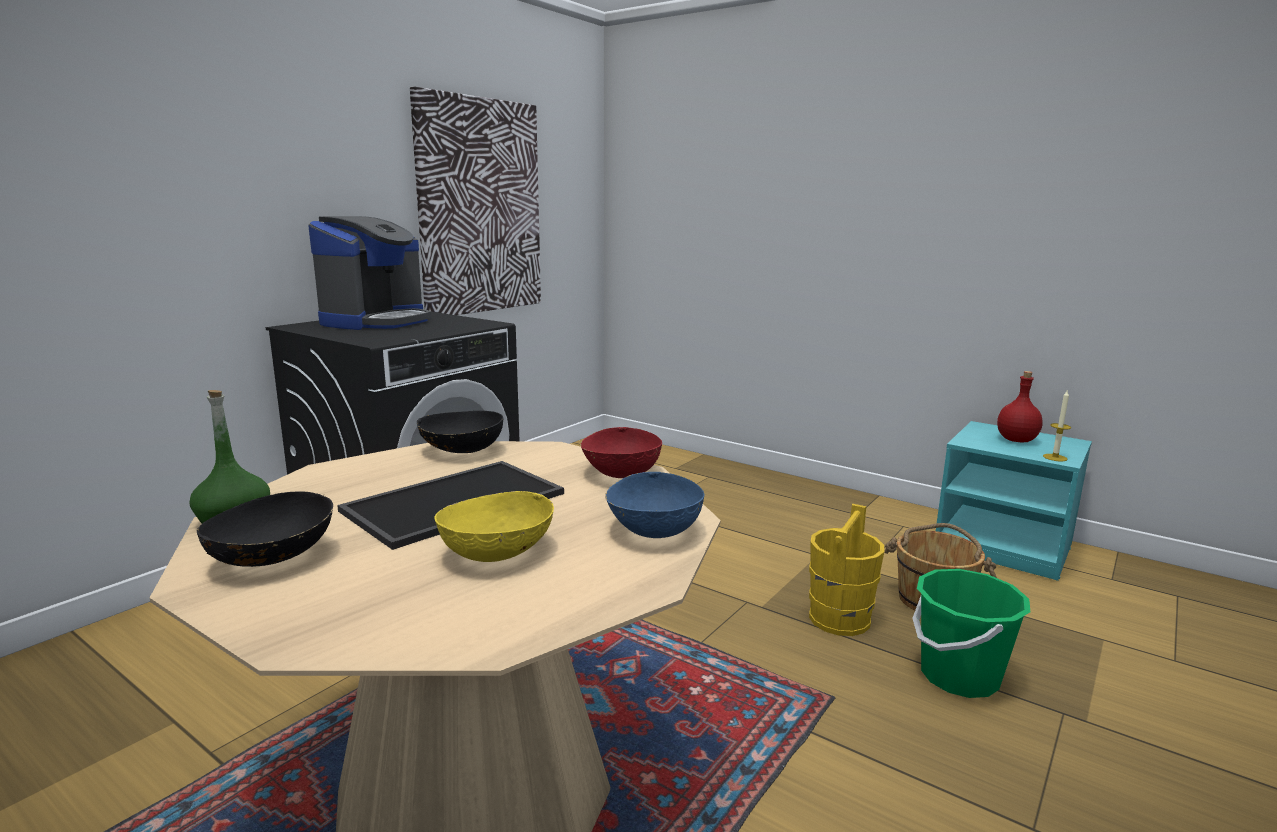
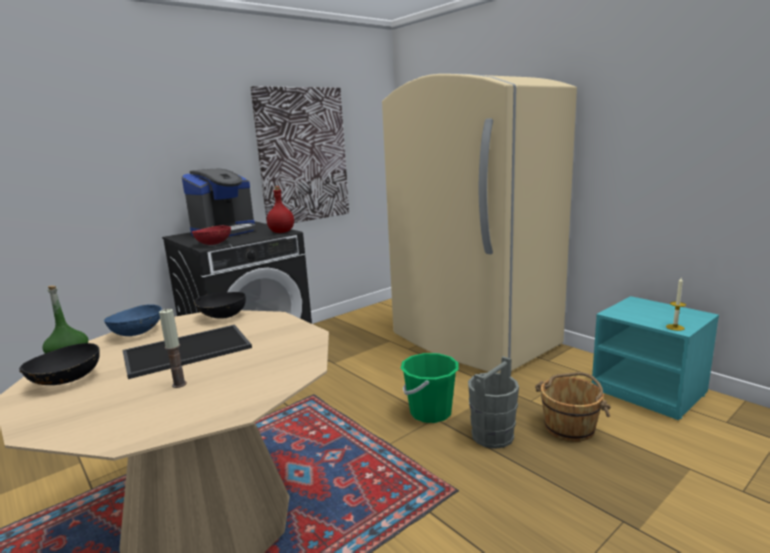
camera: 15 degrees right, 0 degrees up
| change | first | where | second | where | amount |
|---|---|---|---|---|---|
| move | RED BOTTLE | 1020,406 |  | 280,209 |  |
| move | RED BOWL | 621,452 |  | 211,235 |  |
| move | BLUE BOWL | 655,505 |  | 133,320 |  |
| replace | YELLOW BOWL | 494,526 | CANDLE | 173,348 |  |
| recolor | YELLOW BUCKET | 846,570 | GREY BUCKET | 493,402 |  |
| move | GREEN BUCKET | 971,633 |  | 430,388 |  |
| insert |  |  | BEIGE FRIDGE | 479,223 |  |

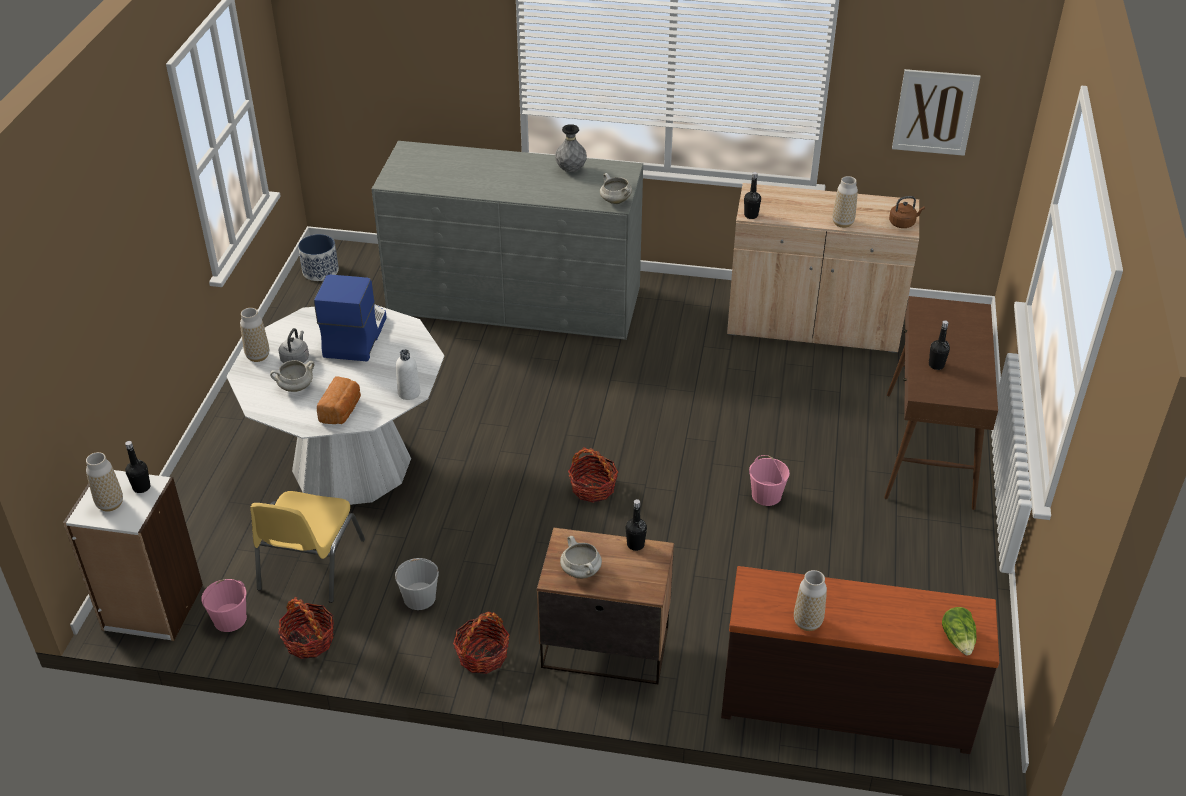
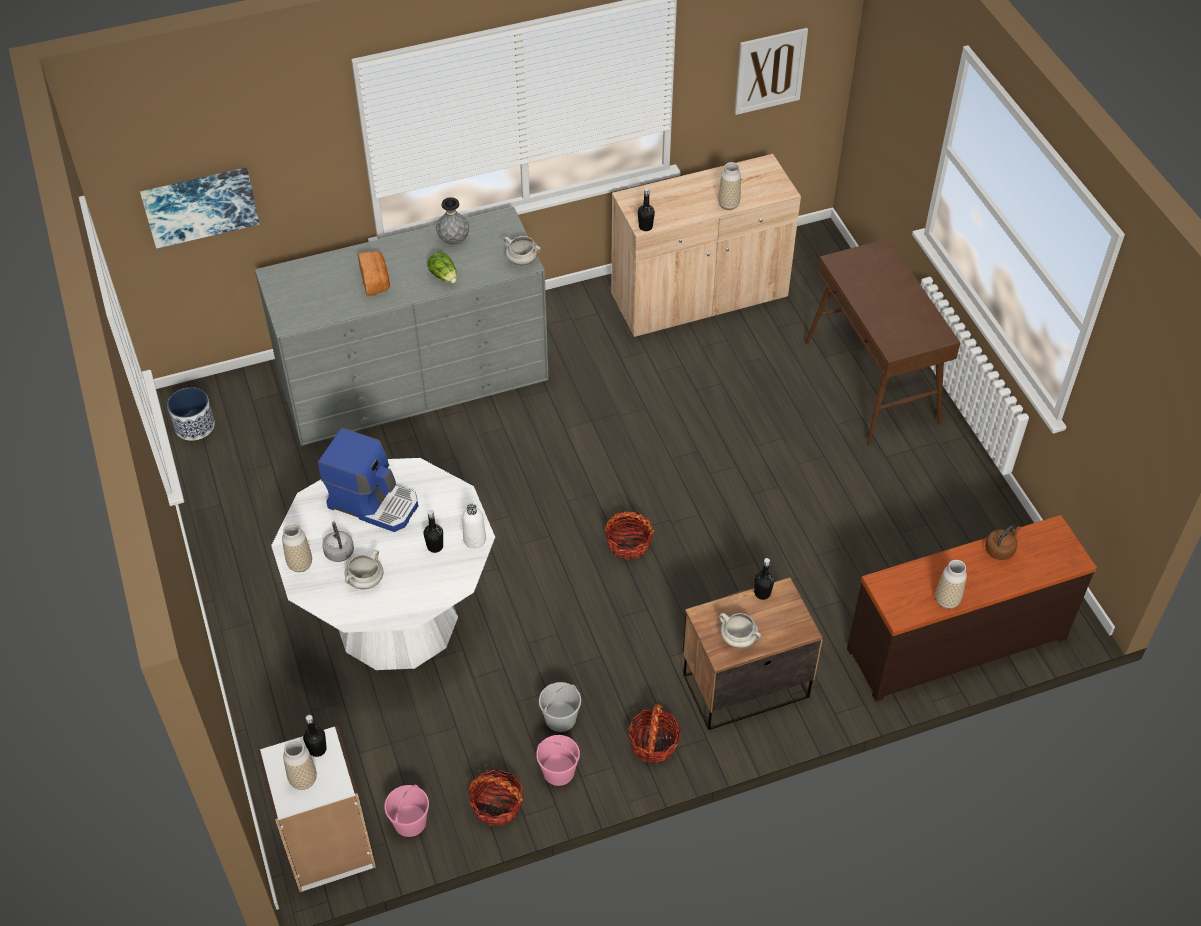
camera: 30 degrees left, 10 degrees up
| change | first | where | second | where | amount |
|---|---|---|---|---|---|
| move | BROWN KETTLE | 907,212 |  | 1002,542 |  |
| rotate | COFFEE MACHINE | 350,318 |  | 368,480 | 135 degrees clockwise |
| move | BLACK BOTTLE | 939,345 |  | 433,531 |  |
| move | BREAD | 339,400 |  | 374,273 |  |
| move | PINK BUCKET | 769,480 |  | 558,760 |  |
| delete | YELLOW CHAIR | 307,547 |  |  |  |
| move | LETTUCE | 959,631 |  | 442,267 |  |
| insert |  |  | PICTURE | 199,207 |  |

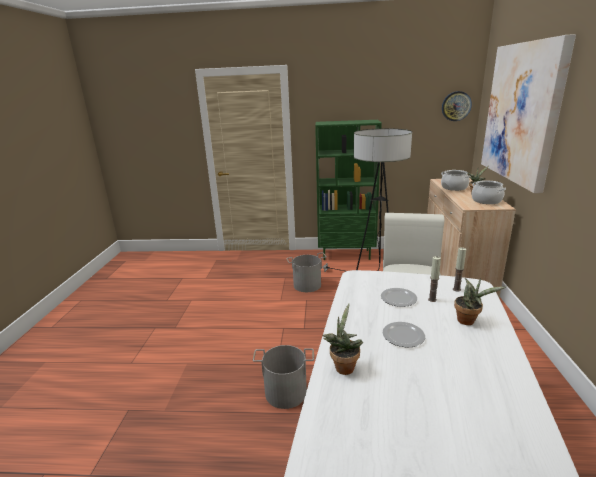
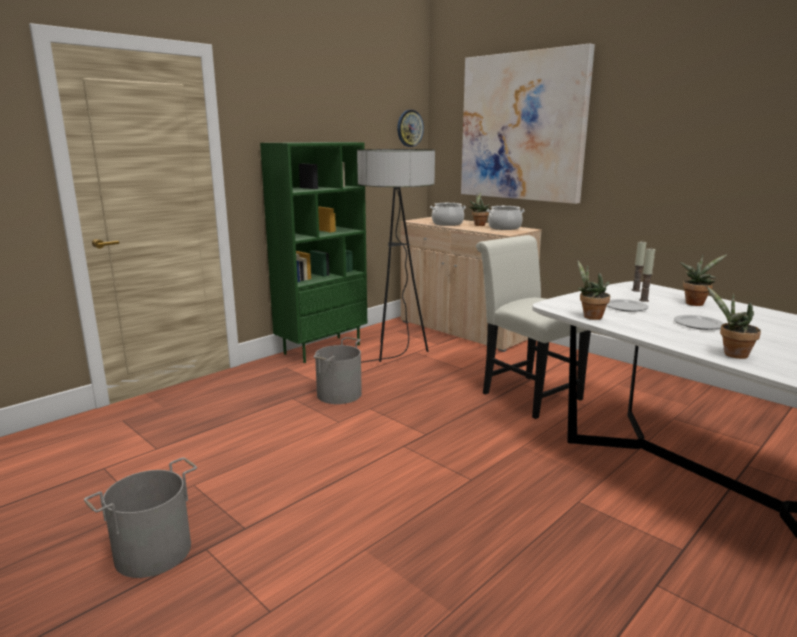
camera: 50 degrees left, 5 degrees down
| change | first | where | second | where | amount |
|---|---|---|---|---|---|
| move | GREY BUCKET | 283,377 |  | 140,517 |  |
| insert |  |  | POTTED PLANT | 593,290 |  |

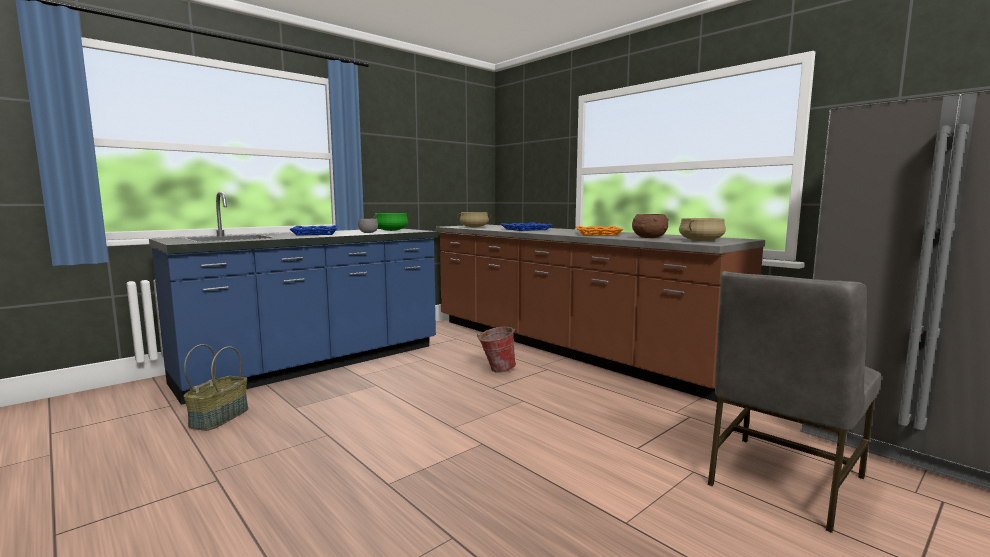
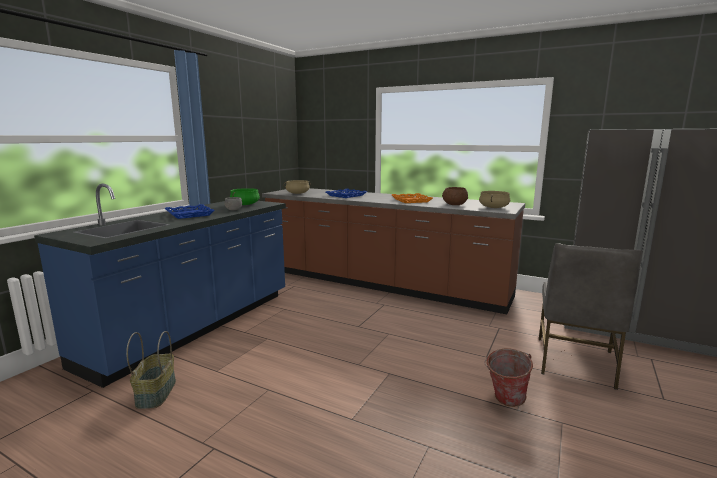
camera: 20 degrees left, 5 degrees up
| change | first | where | second | where | amount |
|---|---|---|---|---|---|
| move | BUCKET | 496,350 |  | 509,377 |  |

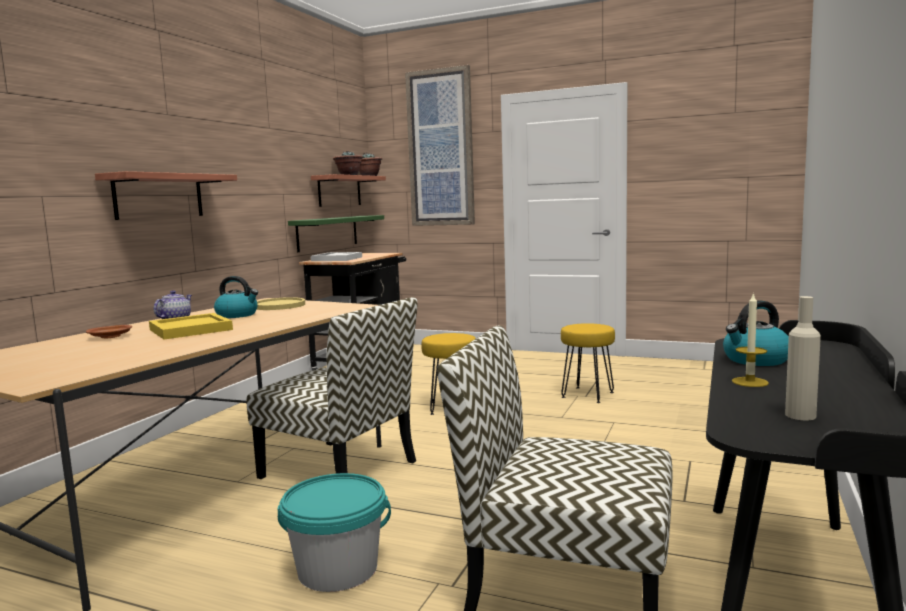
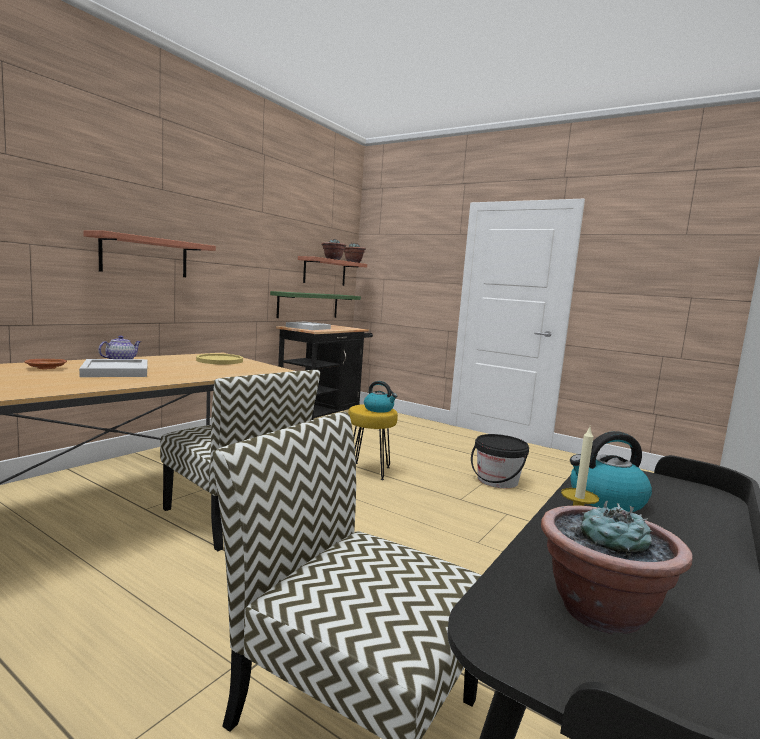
camera: 10 degrees right, 0 degrees up
| change | first | where | second | where | amount |
|---|---|---|---|---|---|
| delete | PICTURE | 440,145 |  |  |  |
| move | KETTLE | 236,297 |  | 380,397 |  |
| replace | BEIGE BOTTLE | 803,358 | POTTED PLANT | 616,567 |  |
| recolor | YELLOW TRAY | 191,326 | WHITE TRAY | 113,368 |  |
| replace | YELLOW STOOL | 588,363 | BLACK BUCKET | 500,461 |  |
| delete | TURQUOISE BUCKET | 334,532 |  |  |  |

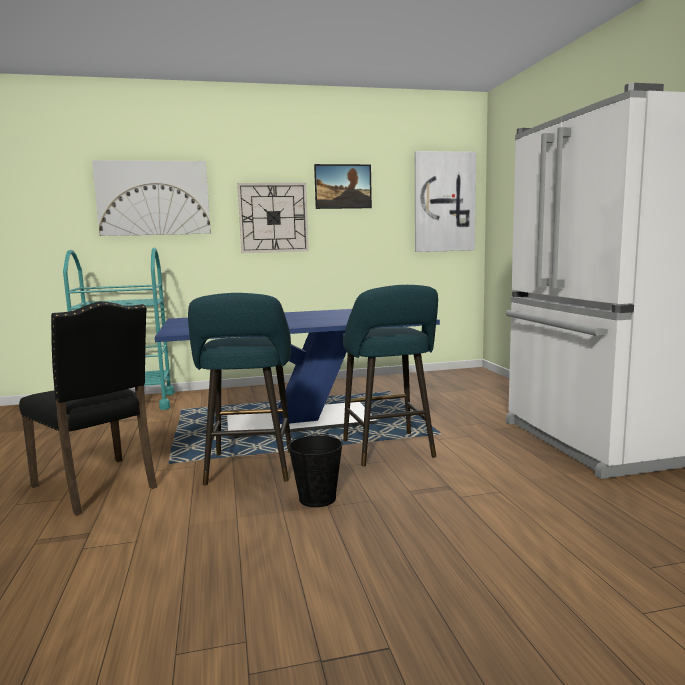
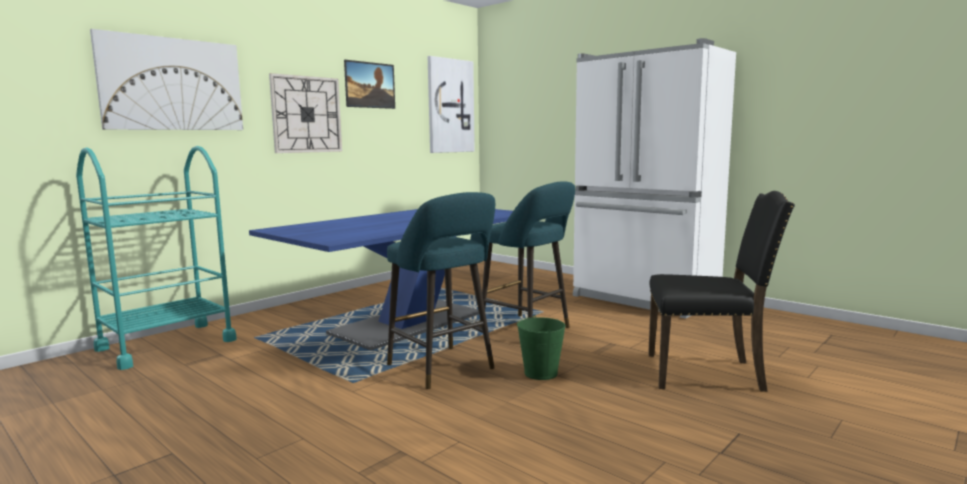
camera: 35 degrees left, 0 degrees up
| change | first | where | second | where | amount |
|---|---|---|---|---|---|
| move | BLACK CHAIR | 88,408 |  | 721,291 |  |
| recolor | BLACK BUCKET | 315,470 | GREEN BUCKET | 541,347 |  |

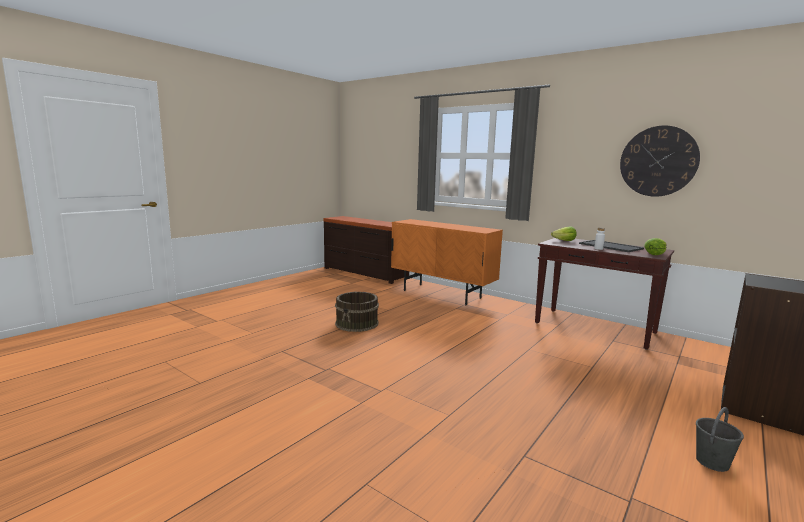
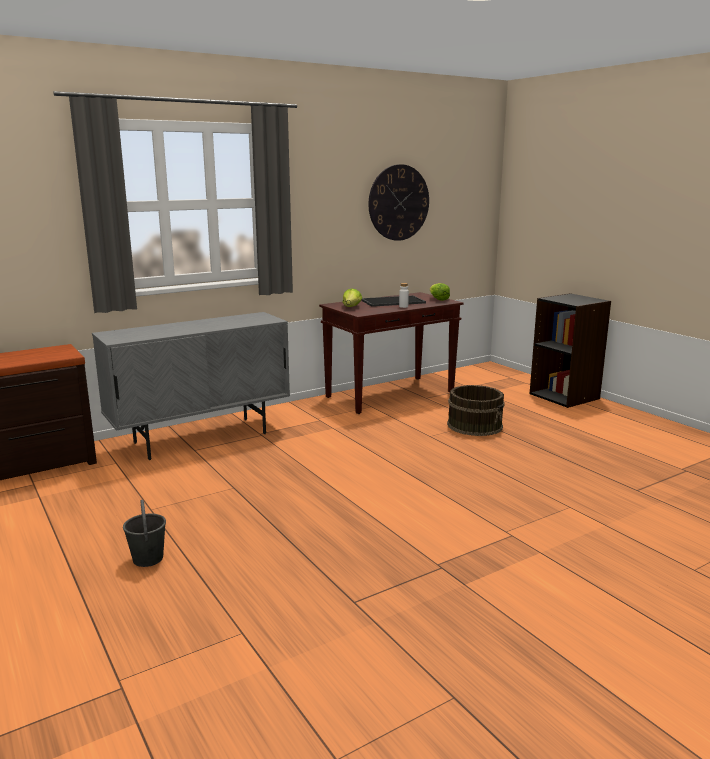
camera: 70 degrees left, 5 degrees up
| change | first | where | second | where | amount |
|---|---|---|---|---|---|
| recolor | ORANGE CABINET | 447,262 | GREY CABINET | 191,386 |  |
| move | BROWN BUCKET | 357,312 |  | 476,410 |  |
| move | GREY BUCKET | 720,439 |  | 144,533 |  |

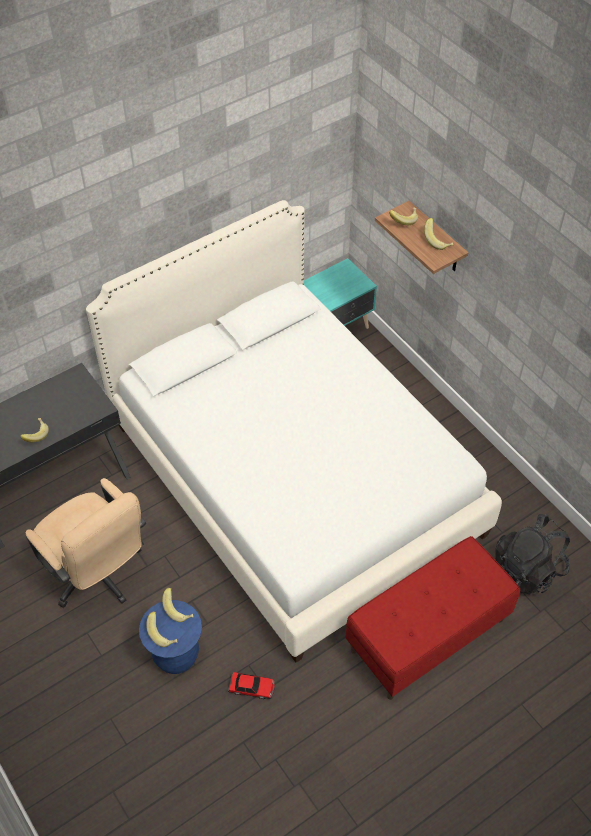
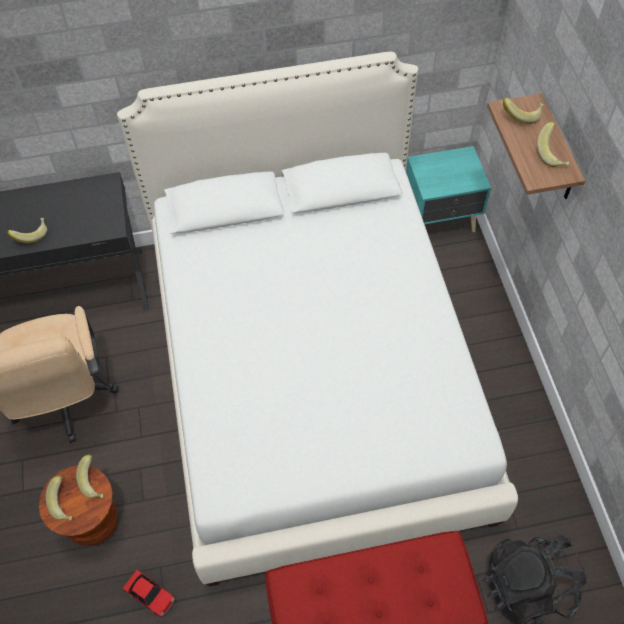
camera: 25 degrees right, 5 degrees up
| change | first | where | second | where | amount |
|---|---|---|---|---|---|
| recolor | BLUE STOOL | 170,637 | BROWN STOOL | 78,505 |  |

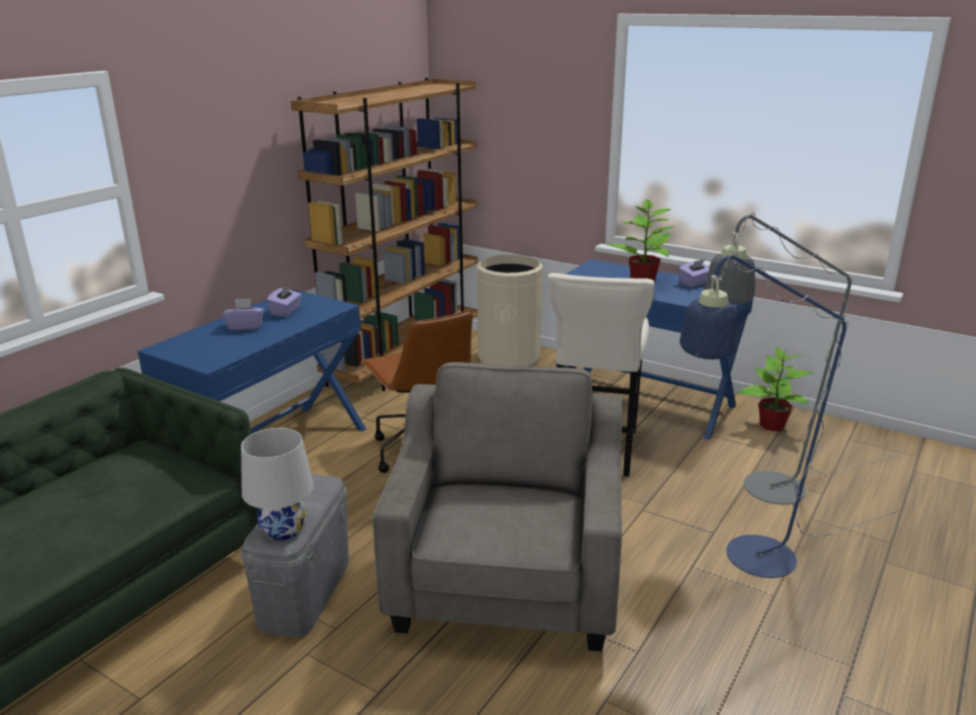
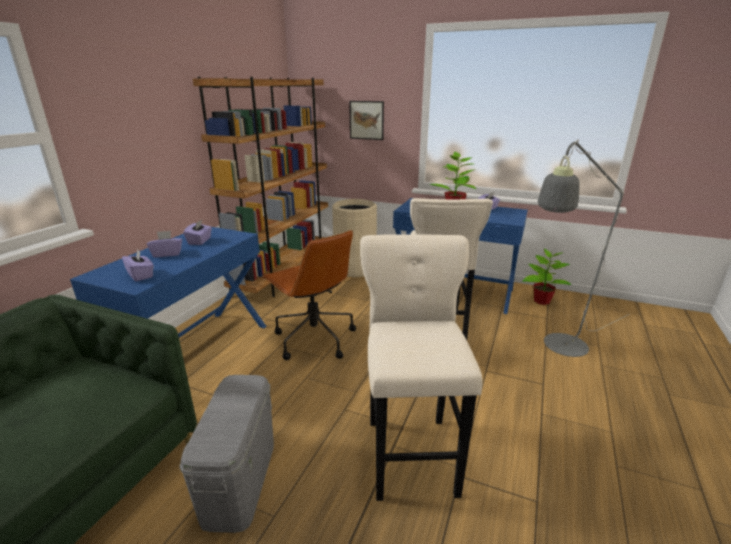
camera: 10 degrees left, 0 degrees up
| change | first | where | second | where | amount |
|---|---|---|---|---|---|
| delete | BLUE FLOOR LAMP | 789,415 |  |  |  |
| replace | GREY ARMCHAIR | 498,507 | BEIGE STOOL | 421,367 |  |
| delete | WHITE TABLE LAMP | 277,484 |  |  |  |
| insert |  |  | PICTURE | 366,120 |  |
| insert |  |  | PURPLE TISSUE BOX | 138,265 |  |

